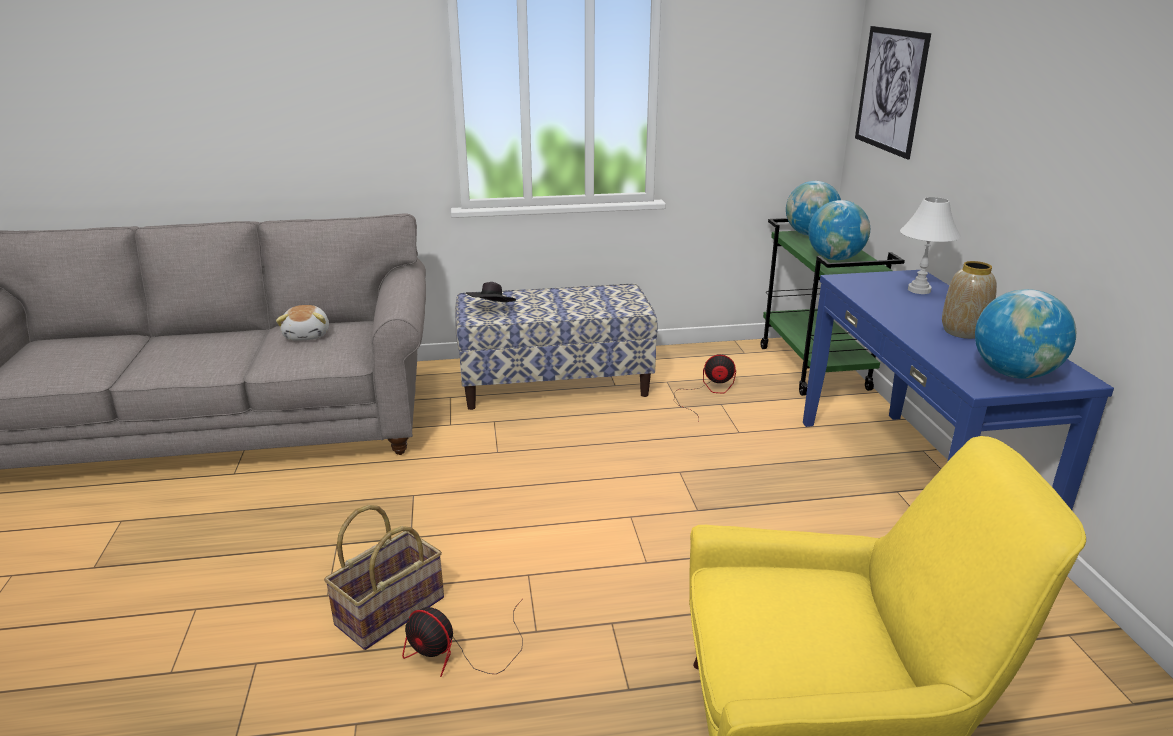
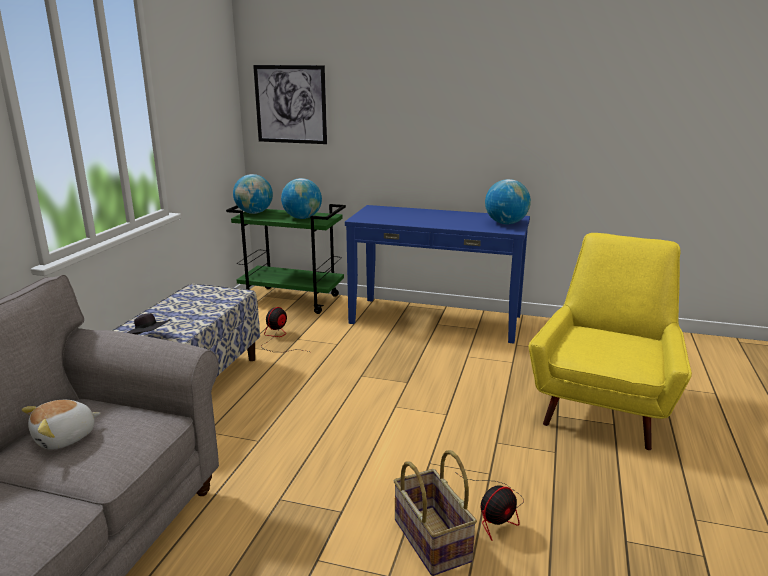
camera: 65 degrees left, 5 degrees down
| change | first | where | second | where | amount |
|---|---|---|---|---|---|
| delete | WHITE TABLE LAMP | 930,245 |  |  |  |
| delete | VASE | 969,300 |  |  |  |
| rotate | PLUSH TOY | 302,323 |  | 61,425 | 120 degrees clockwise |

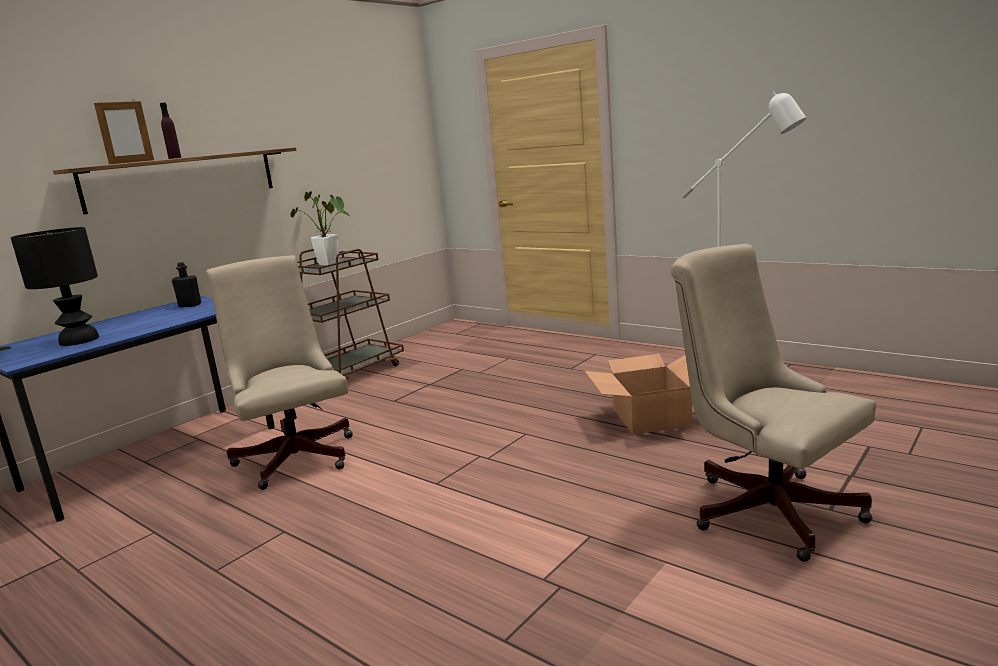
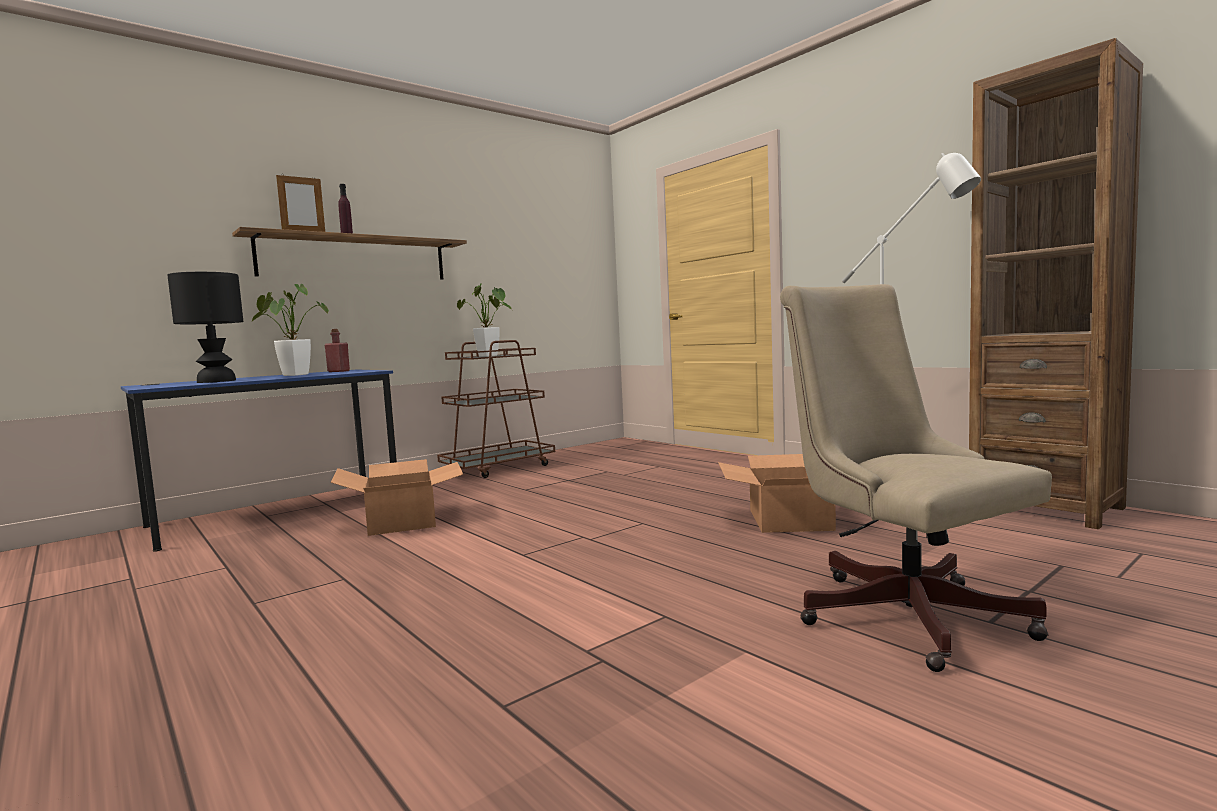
camera: 10 degrees right, 10 degrees down
| change | first | where | second | where | amount |
|---|---|---|---|---|---|
| replace | BEIGE OFFICE CHAIR | 279,372 | CARDBOARD BOX | 396,497 |  |
| recolor | BLACK BOTTLE | 186,284 | RED BOTTLE | 337,350 |  |
| insert |  |  | BROWN BOOKCASE | 1056,283 |  |
| insert |  |  | POTTED PLANT | 290,330 |  |

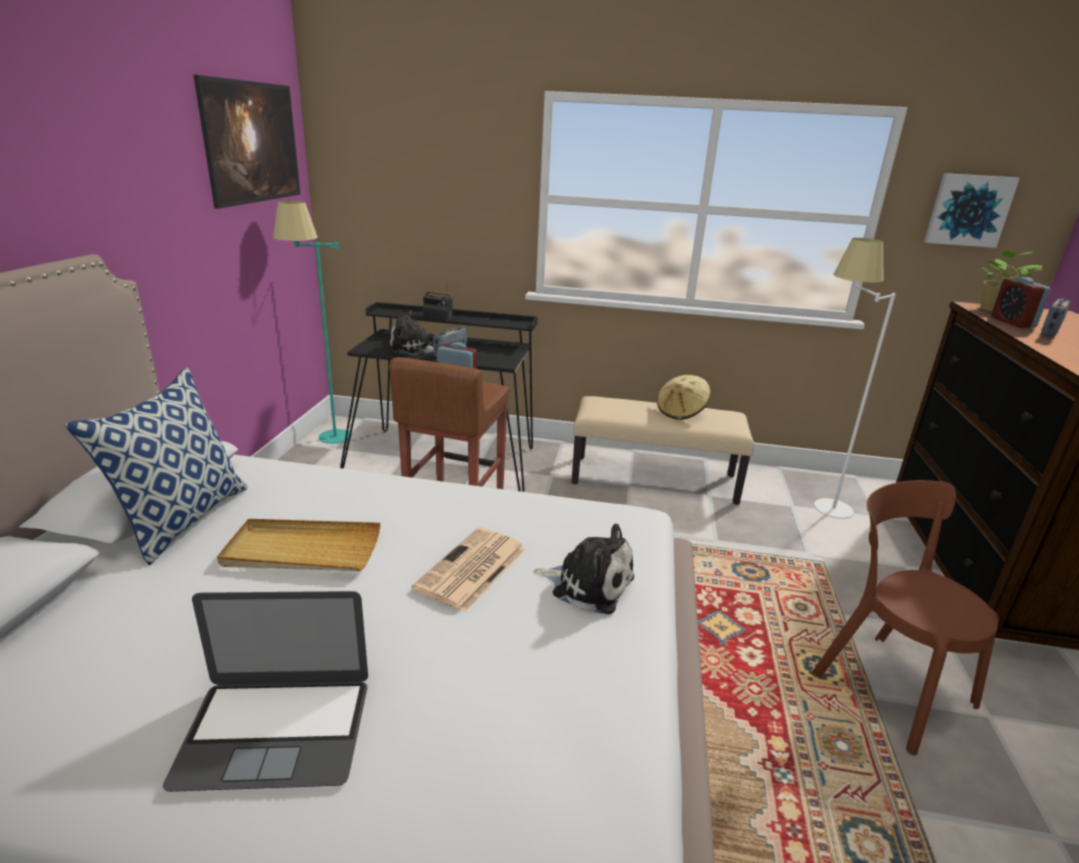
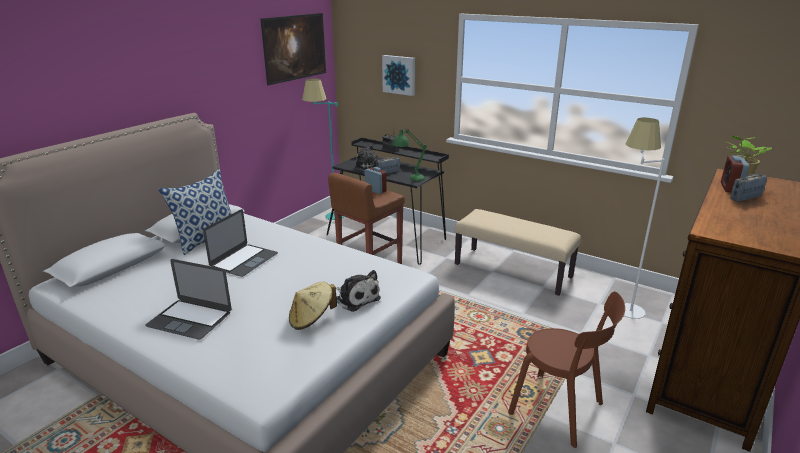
camera: 25 degrees right, 0 degrees up
| change | first | where | second | where | amount |
|---|---|---|---|---|---|
| move | PICTURE | 972,210 |  | 398,75 |  |
| move | BEIGE HAT | 684,397 |  | 313,306 |  |
| rotate | BROWN CHAIR | 905,617 |  | 566,369 | 135 degrees clockwise |
| replace | BEIGE TRAY | 298,545 | LAPTOP | 240,243 |  |
| delete | NEWSPAPER | 469,570 |  |  |  |
| insert |  |  | GREEN TABLE LAMP | 410,153 |  |

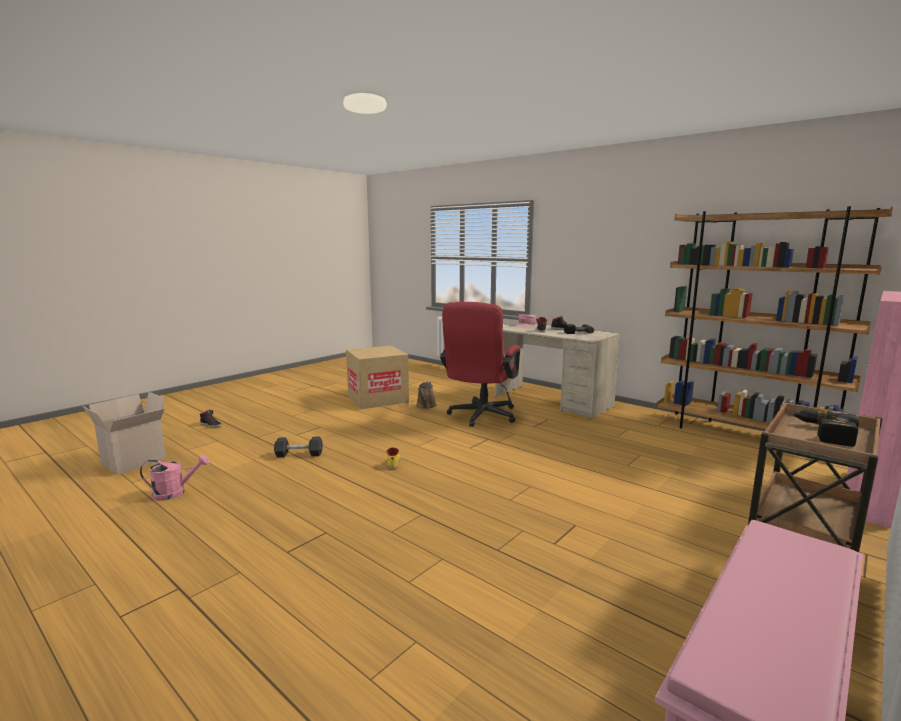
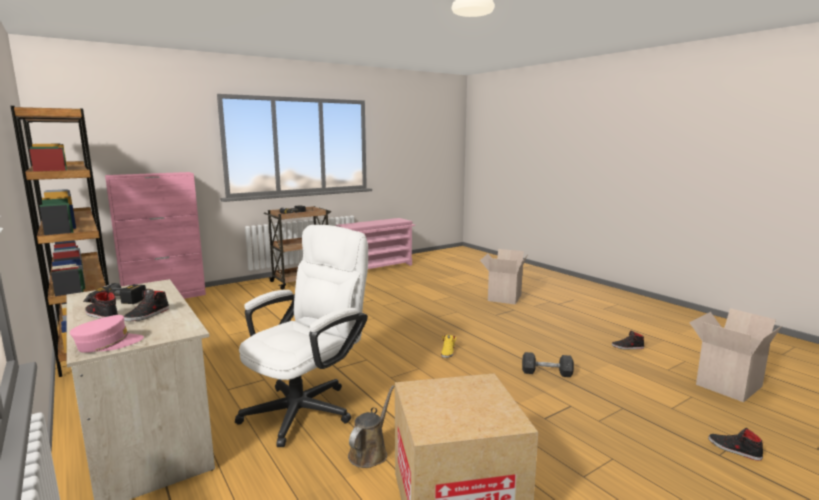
camera: 165 degrees left, 0 degrees up
| change | first | where | second | where | amount |
|---|---|---|---|---|---|
| recolor | RED OFFICE CHAIR | 480,364 | WHITE OFFICE CHAIR | 301,336 |  |
| replace | PINK WATERING CAN | 174,477 | BLACK SHOE | 628,340 |  |
| insert |  |  | CARDBOARD BOX | 504,277 |  |

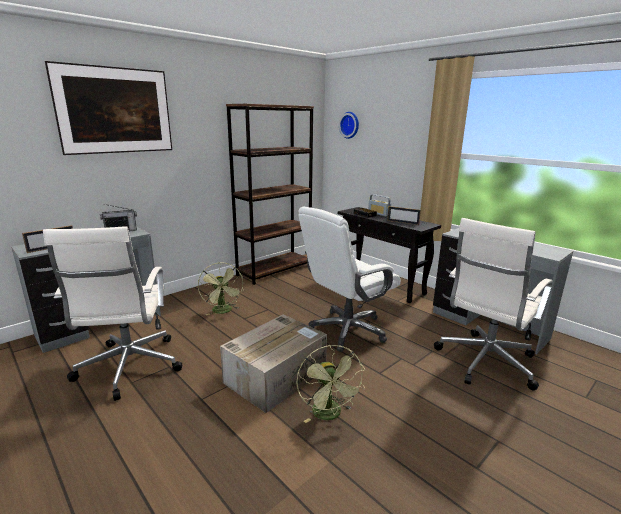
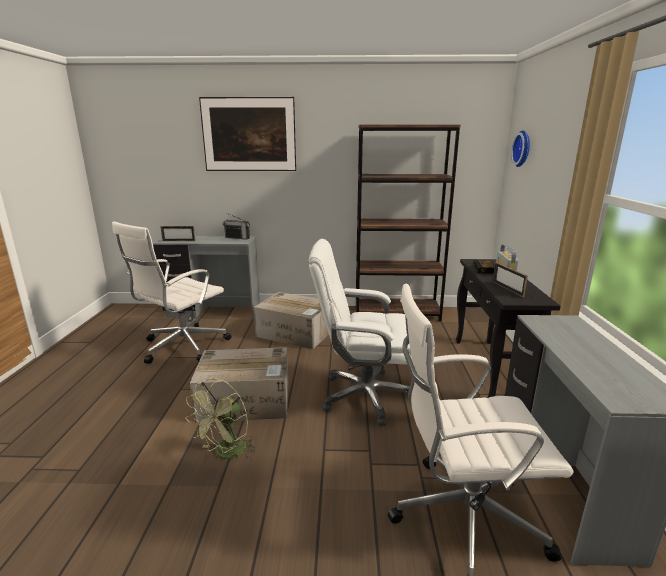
camera: 45 degrees right, 0 degrees up
| change | first | where | second | where | amount |
|---|---|---|---|---|---|
| replace | GREEN FAN | 221,289 | CARDBOARD BOX | 291,320 |  |

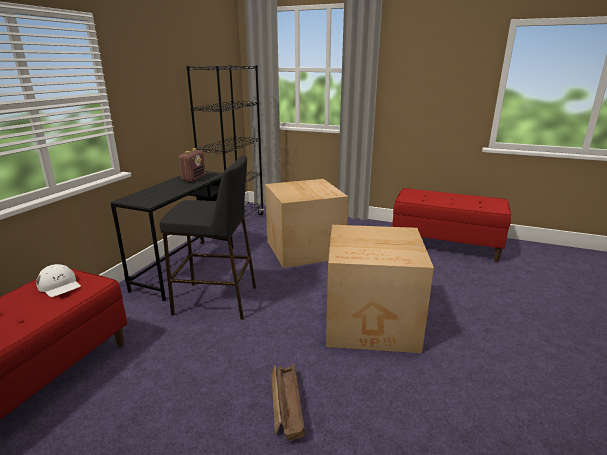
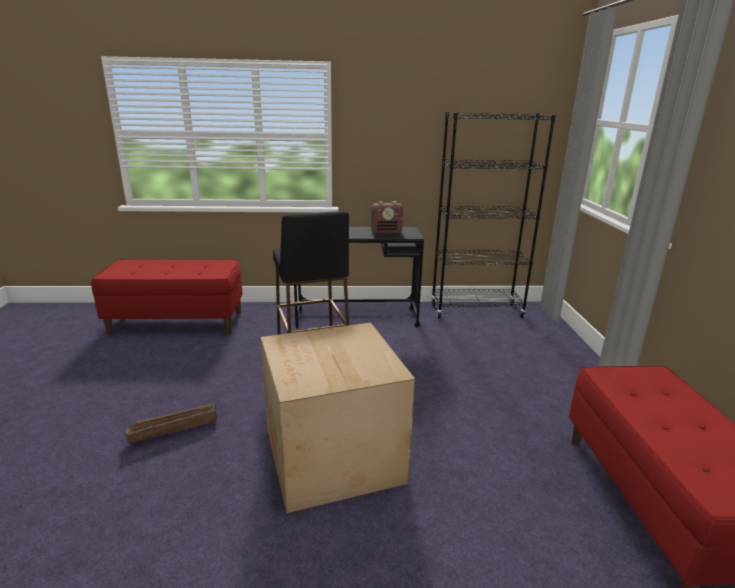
camera: 65 degrees right, 0 degrees up
| change | first | where | second | where | amount |
|---|---|---|---|---|---|
| delete | CARDBOARD BOX | 307,223 |  |  |  |
| delete | WHITE CAP | 58,280 |  |  |  |

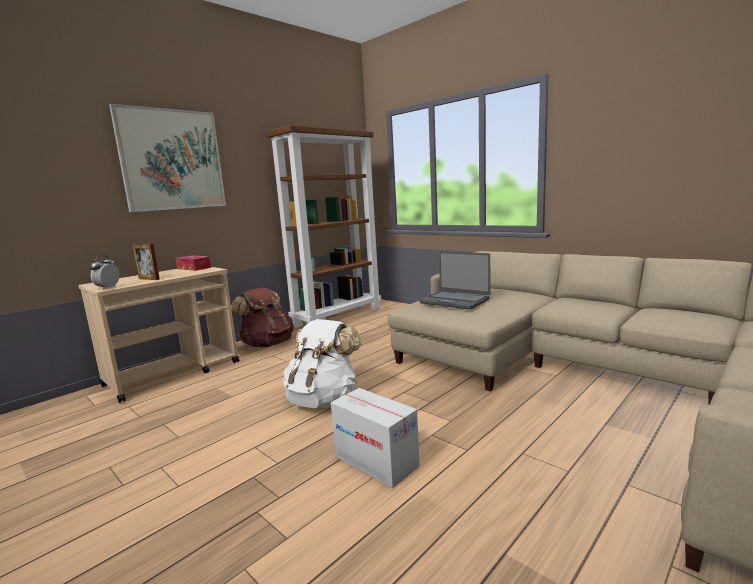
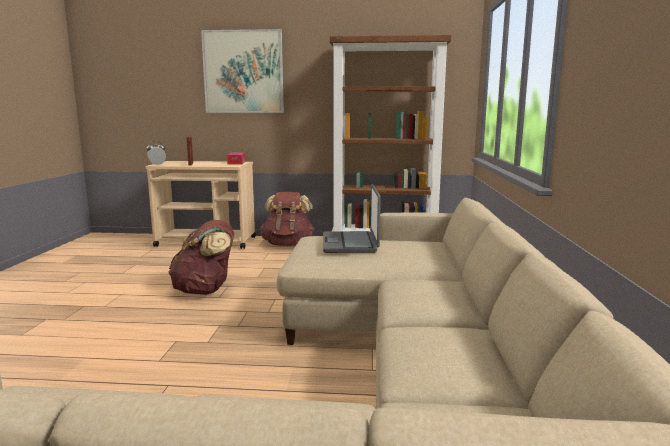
camera: 50 degrees right, 0 degrees up
| change | first | where | second | where | amount |
|---|---|---|---|---|---|
| recolor | WHITE BACKPACK | 322,363 | BROWN BACKPACK | 201,257 |  |
| delete | CARDBOARD BOX | 375,438 |  |  |  |

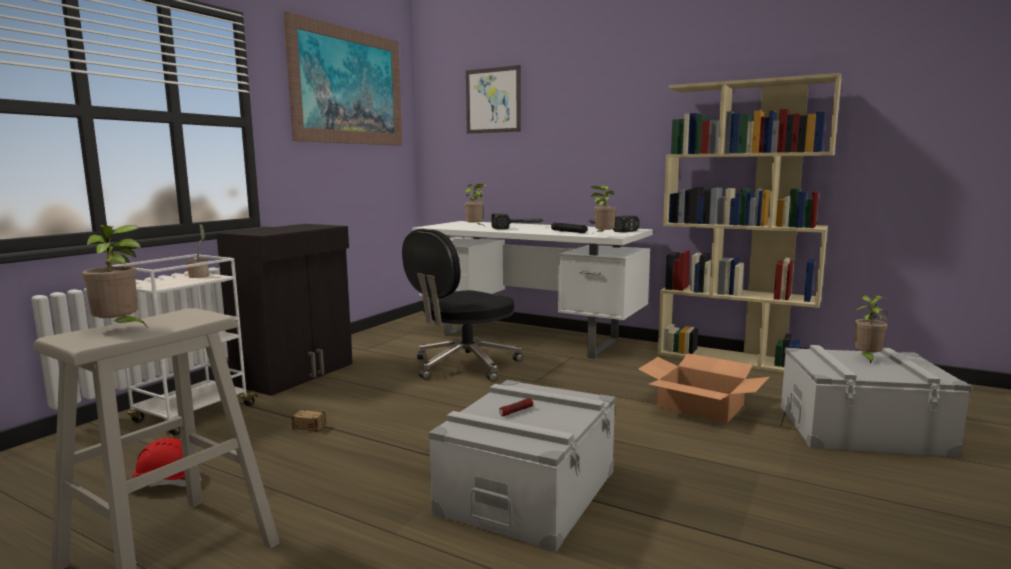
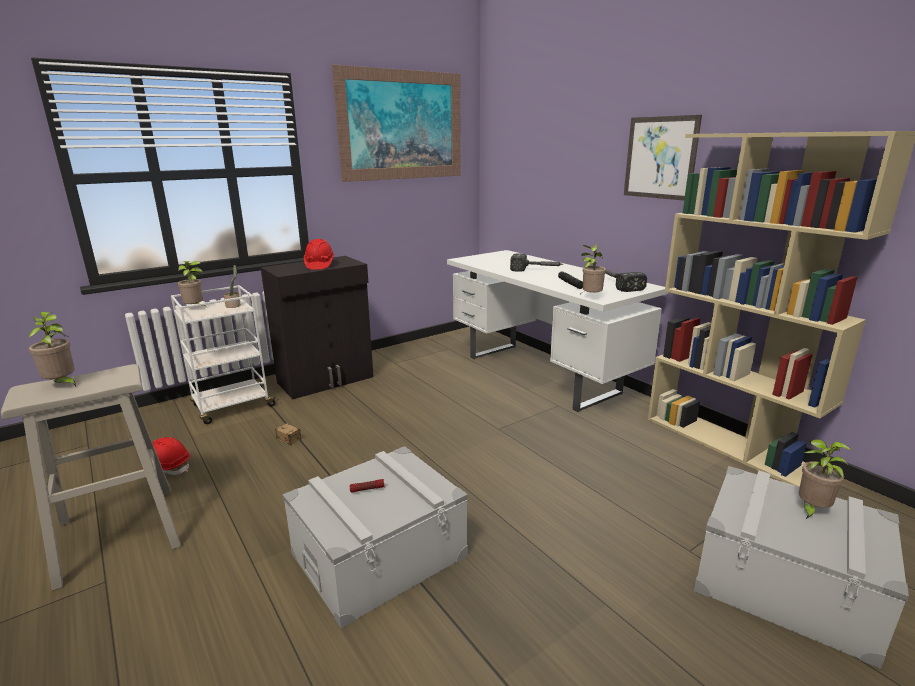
camera: 25 degrees right, 10 degrees up
| change | first | where | second | where | amount |
|---|---|---|---|---|---|
| move | PICTURE | 493,99 |  | 663,158 |  |
| move | POTTED PLANT | 475,205 |  | 192,284 |  |
| delete | BLACK OFFICE CHAIR | 462,305 |  |  |  |
| delete | CARDBOARD BOX | 703,388 |  |  |  |
| insert |  |  | RED HARD HAT | 319,254 |  |

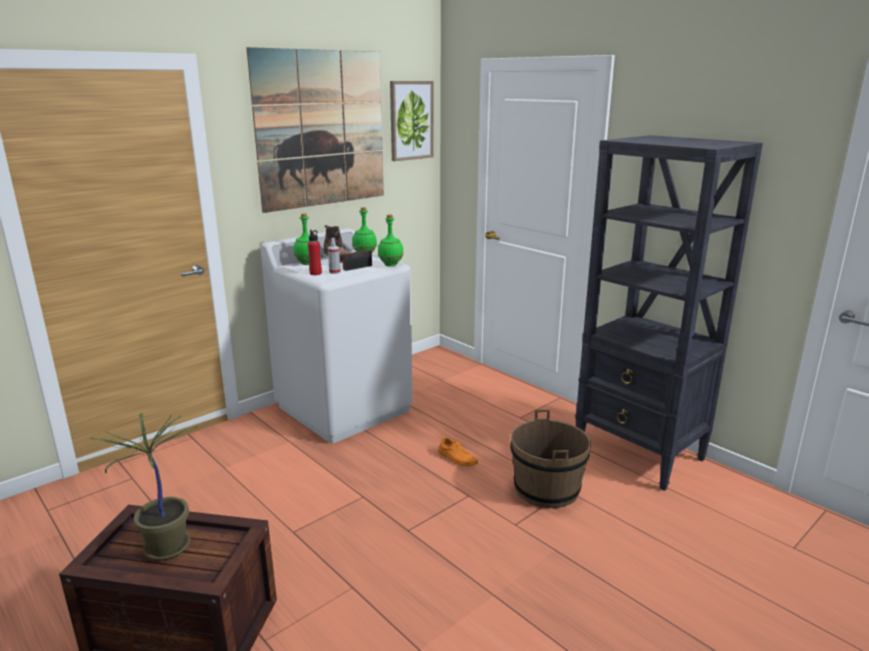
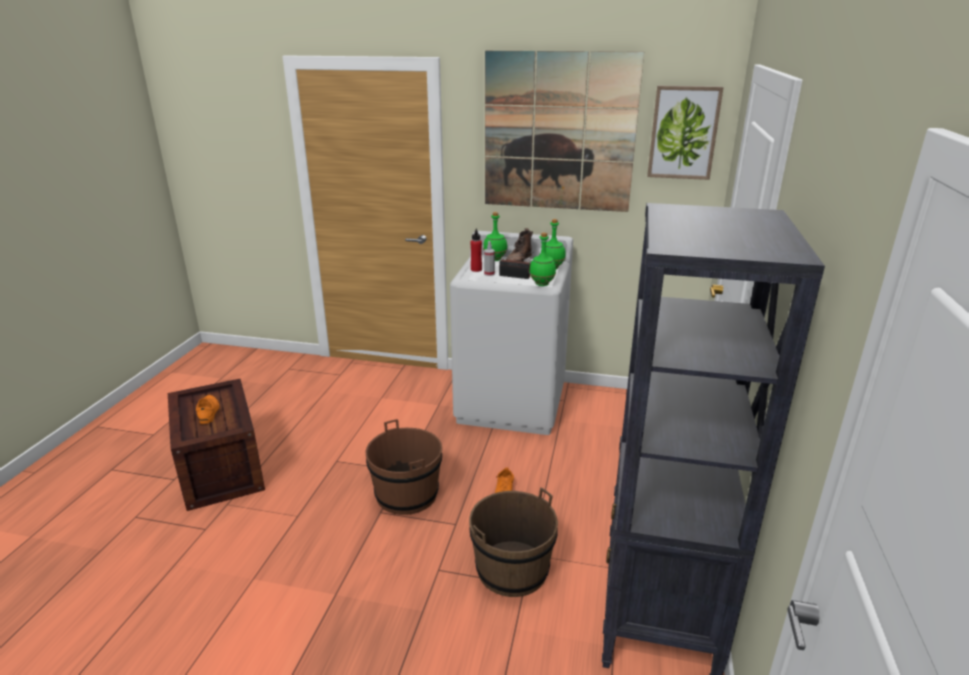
camera: 55 degrees right, 5 degrees up
| change | first | where | second | where | amount |
|---|---|---|---|---|---|
| replace | POTTED PLANT | 144,486 | ORANGE SHOE | 208,409 |  |
| insert |  |  | BROWN BUCKET | 404,467 |  |

